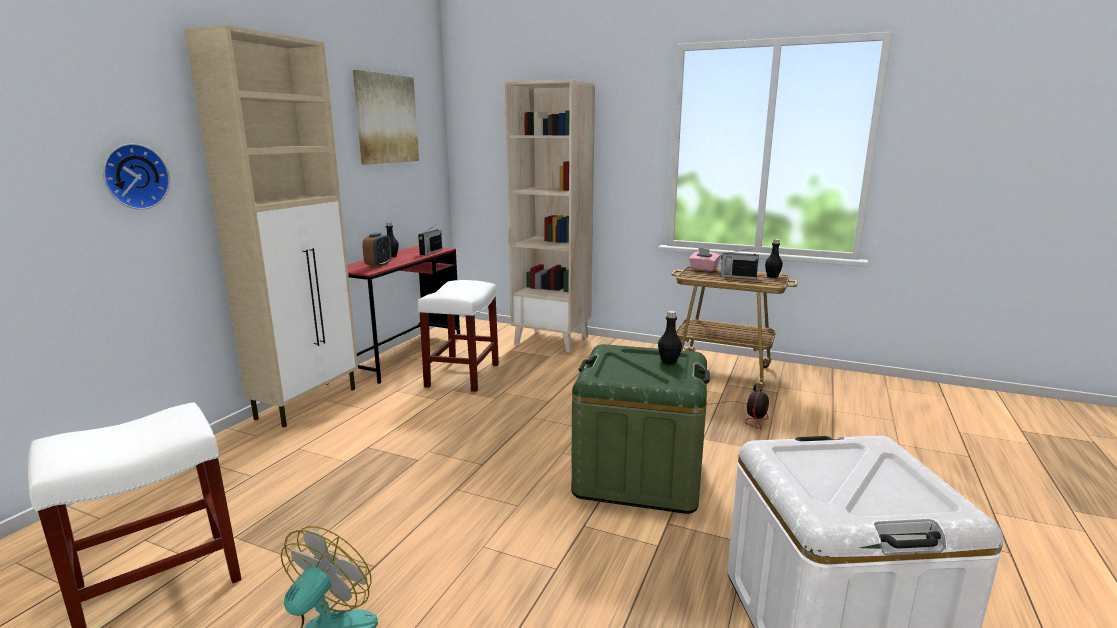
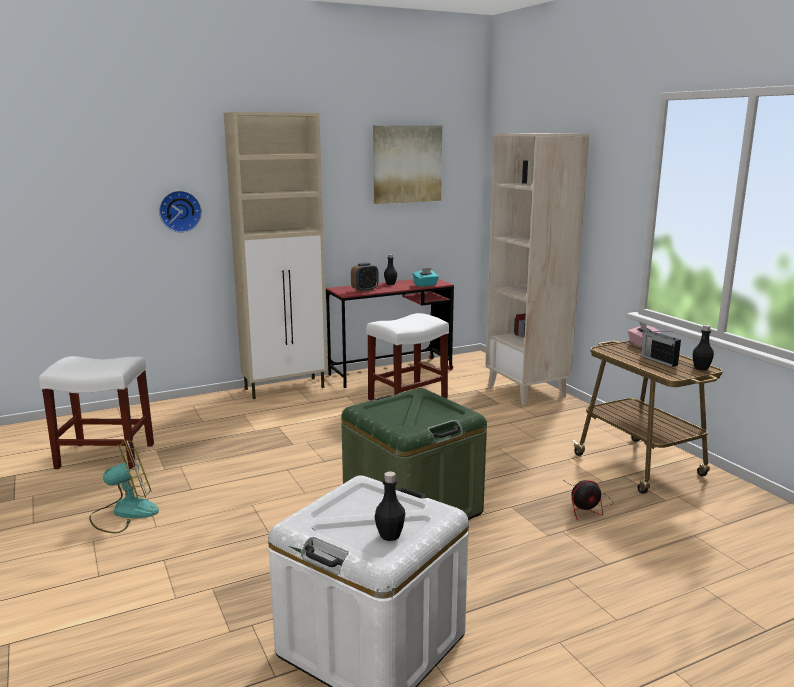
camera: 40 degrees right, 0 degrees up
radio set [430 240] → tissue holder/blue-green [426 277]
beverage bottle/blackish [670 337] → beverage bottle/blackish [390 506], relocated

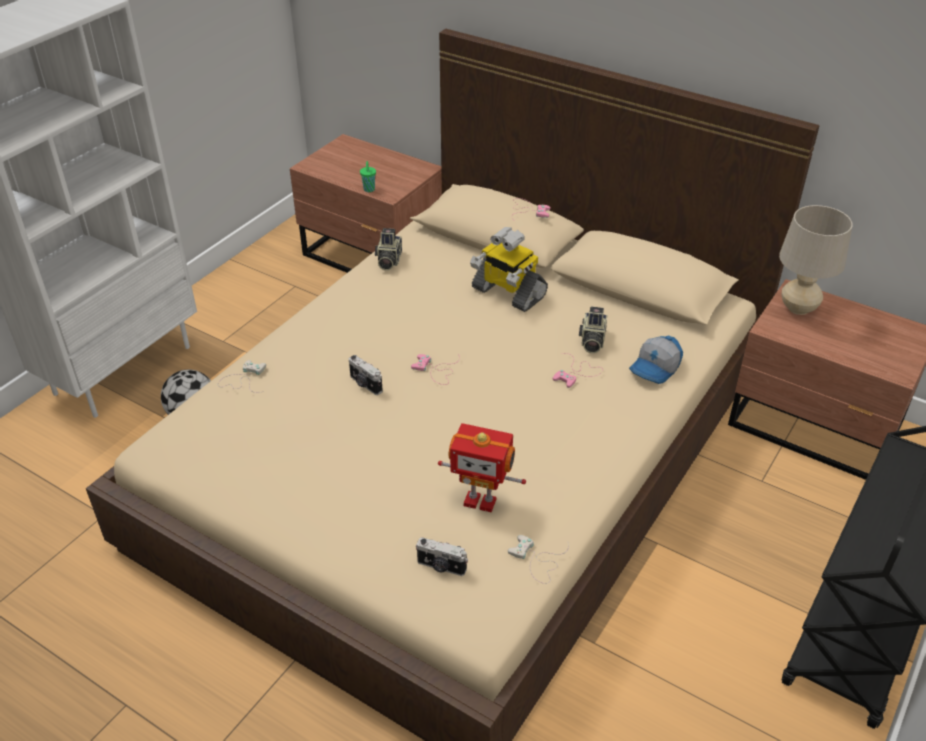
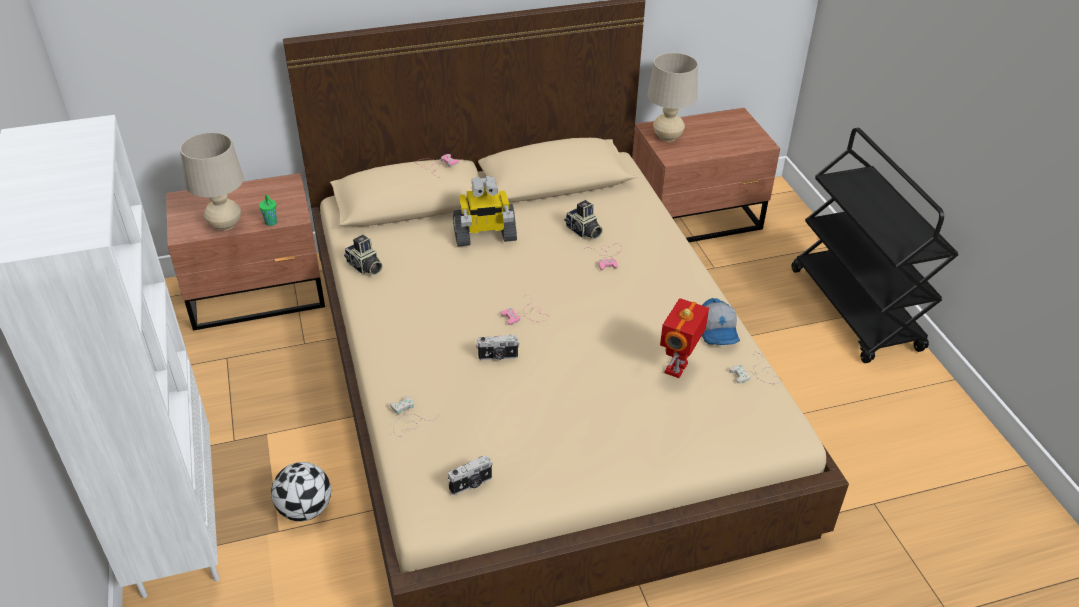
camera: 50 degrees left, 0 degrees up
peaked cap [656 360] → peaked cap [721 321], relocated
robot figure [482 468] → robot figure [684 338], 150 degrees clockwise
still camera [442 556] → still camera [469 475], relocated
- → table lamp/beige [212 181]

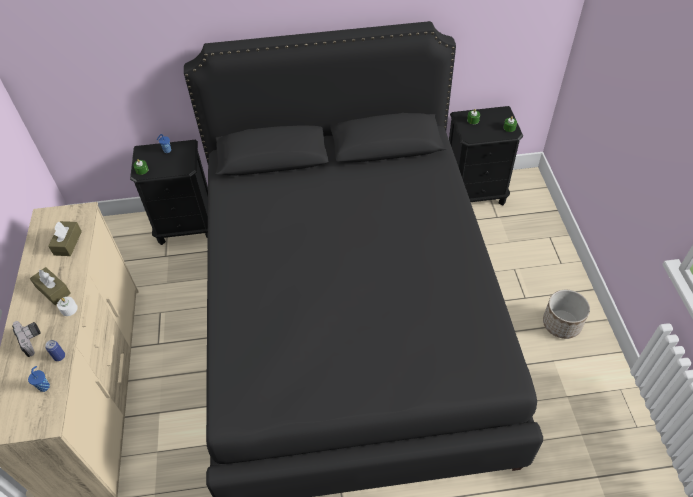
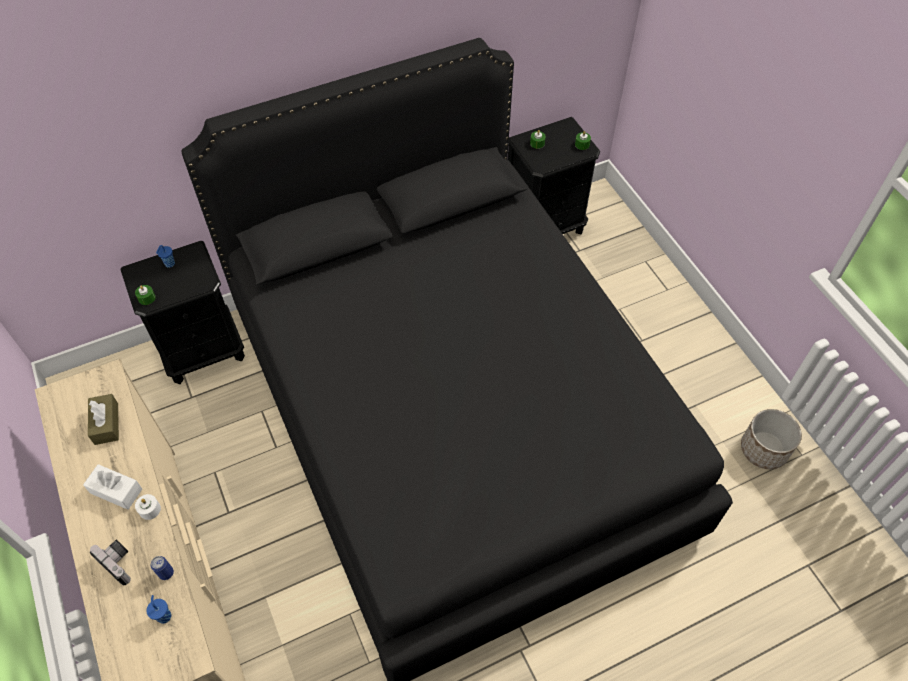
camera: 20 degrees left, 5 degrees up
tissue holder/brown [50 286] → tissue holder/whitish [112 487]
planter [566 314] → planter [771 439], relocated

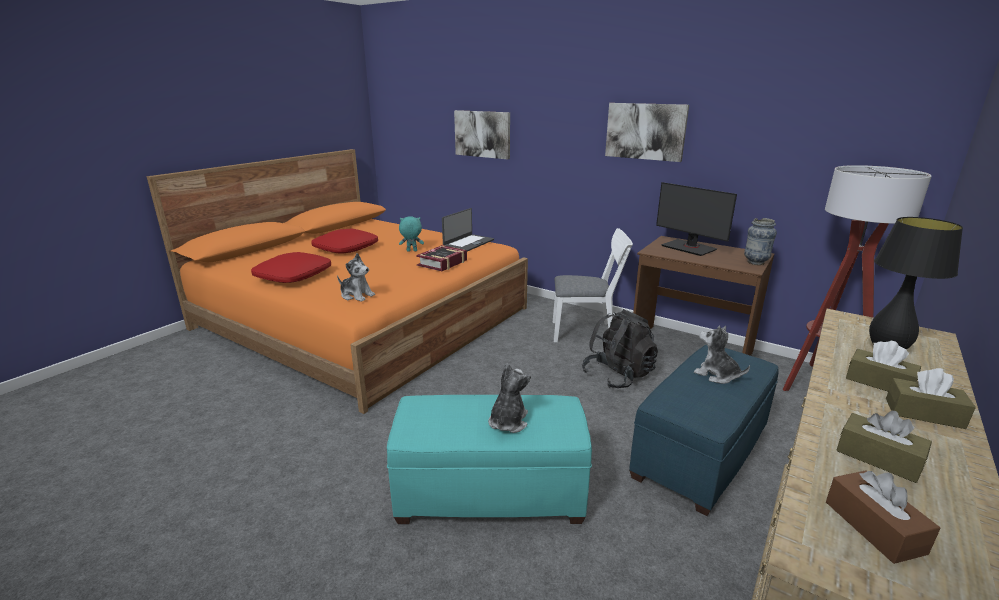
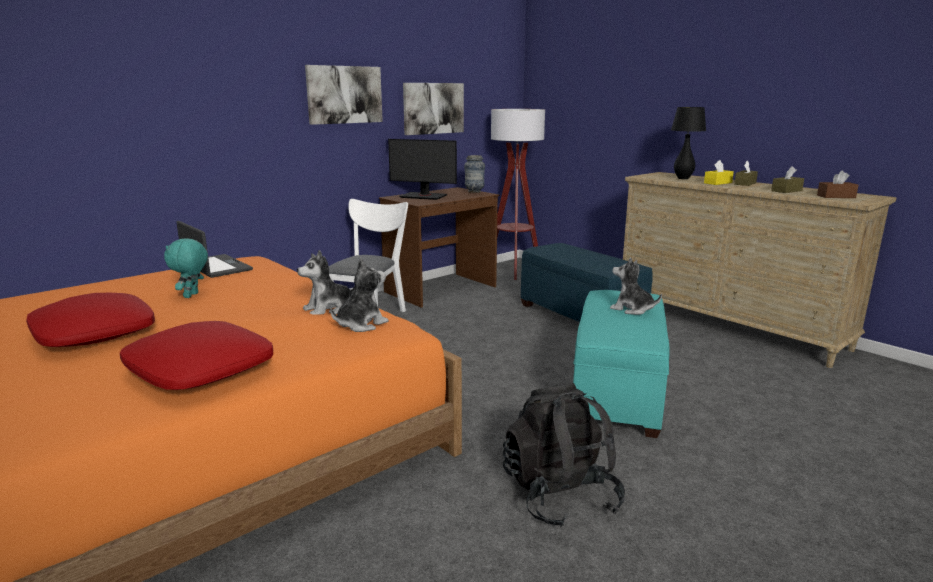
camera: 75 degrees left, 5 degrees down
wall picture [482 135] → wall picture [433 109], relocated
monitor [696 219] → monitor [422 169], 45 degrees clockwise
book [441 258] → -
backpack/blackish [620 348] → backpack/blackish [564 455], relocated
cuddly toy [722 355] → cuddly toy [326 282], relocated
tissue holder/brown [883 366] → tissue holder/yellowish [719 172]

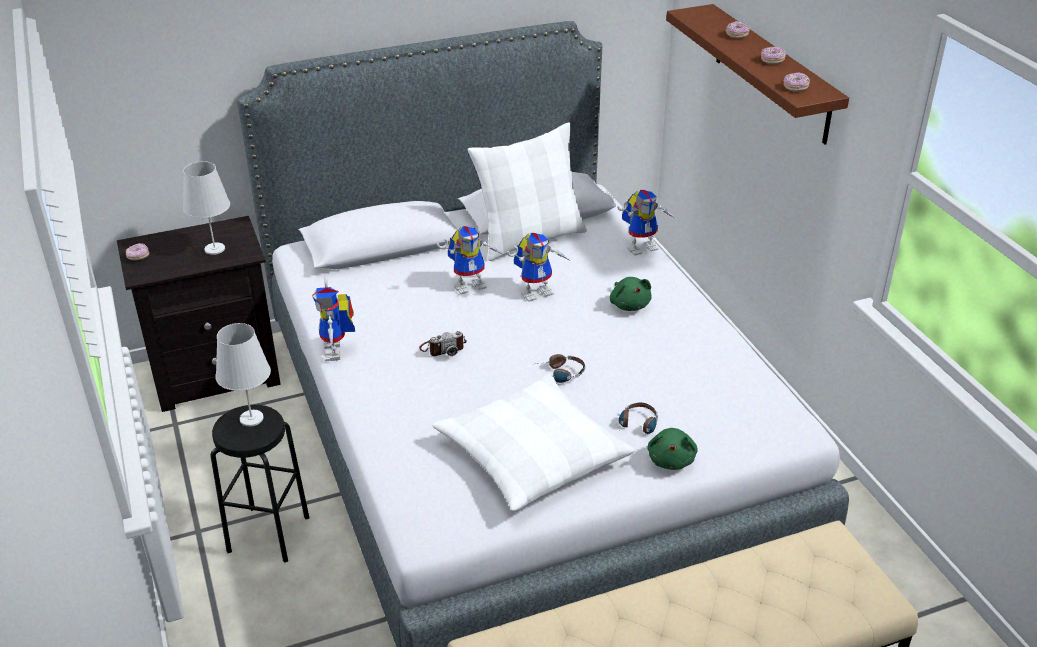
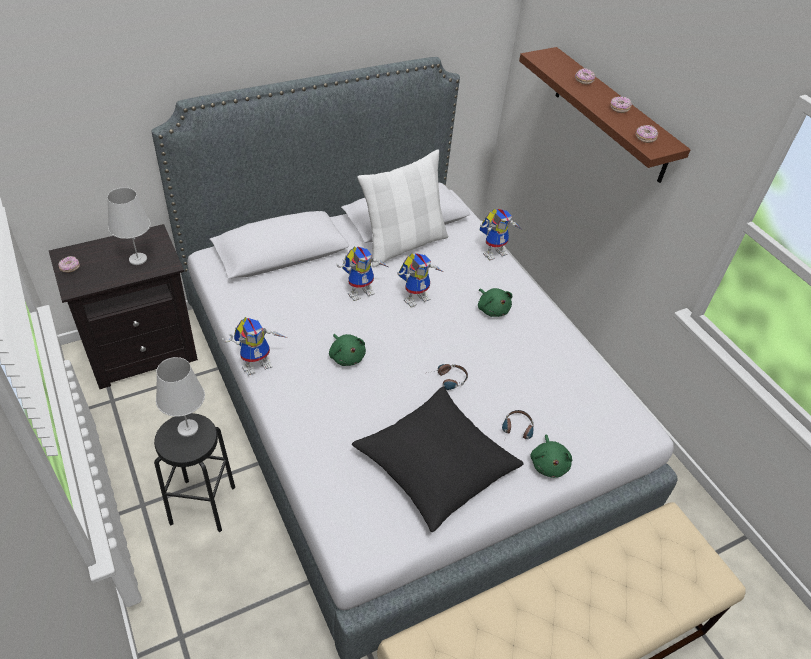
camera: 10 degrees left, 10 degrees up
robot figure [333 319] → robot figure [255 346], 105 degrees counterclockwise
still camera [443 343] → cuddly toy/green [347 350]
pillow/whitish [534 443] → pillow/blackish [438 459]

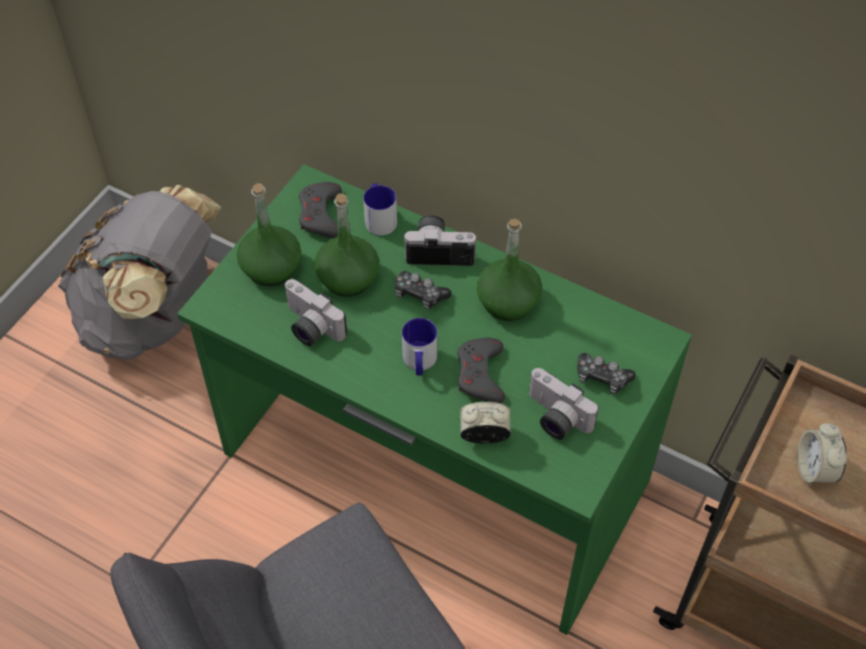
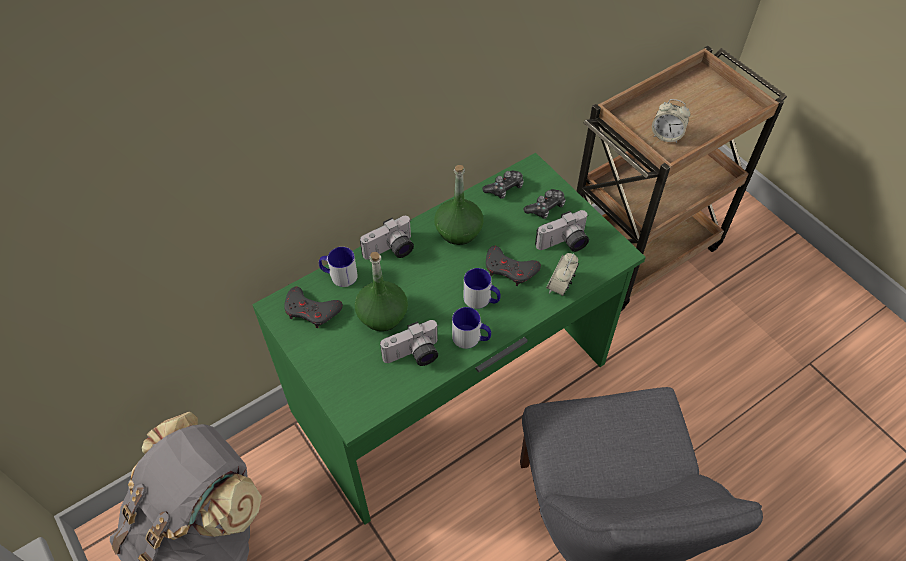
camera: 65 degrees left, 0 degrees up
beverage bottle/green [269 234] → -
still camera [439 240] → still camera [387 238], 150 degrees counterclockwise
joypad [423 290] → joypad [503 185], relocated
- → coffee mug [471 328]

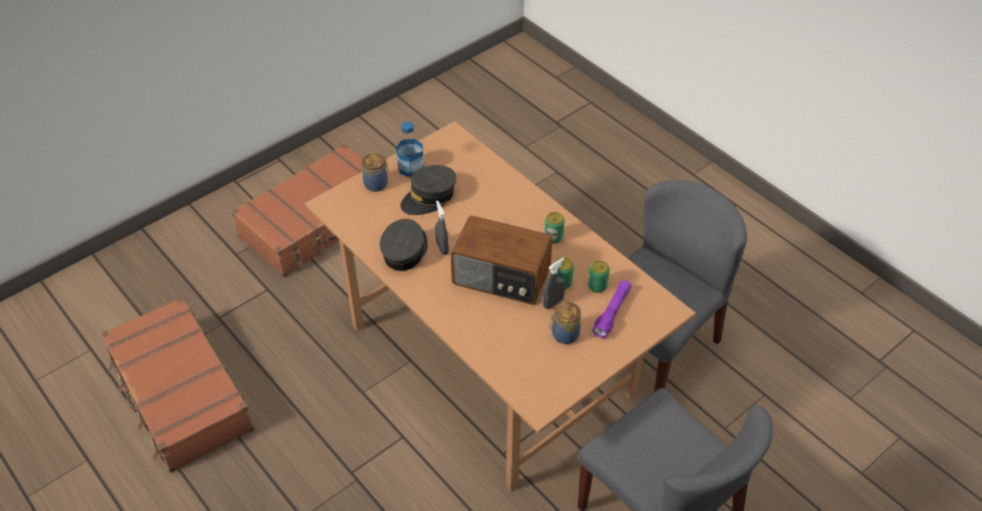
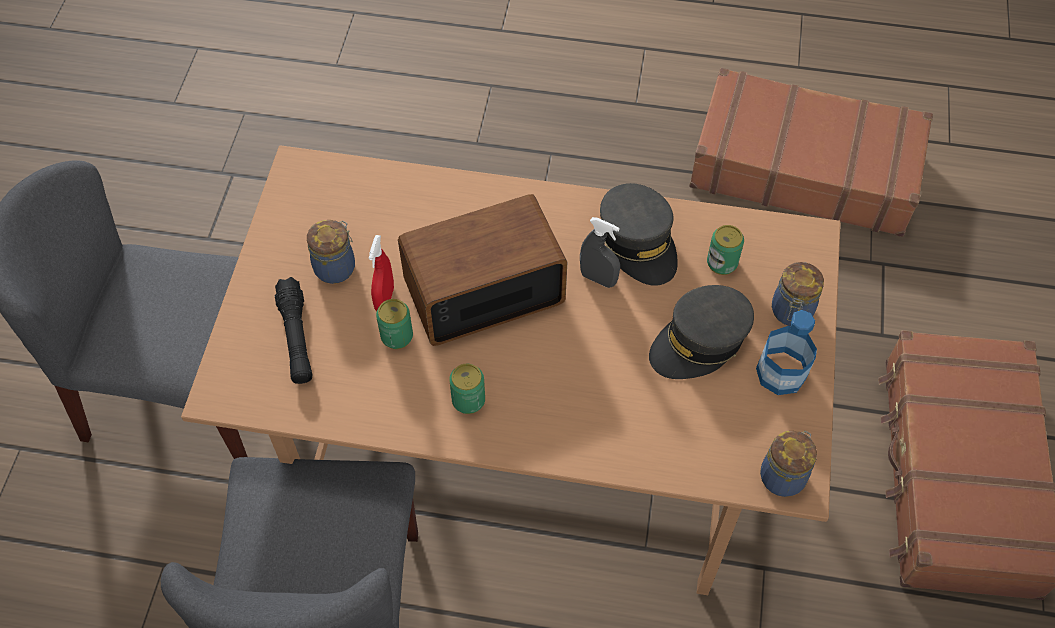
camera: 140 degrees right, 10 degrees up
peaked cap/grey [428 190] → peaked cap/grey [701 332], 135 degrees counterclockwise
spray bottle/grey [554 283] → spray bottle/reddish [381 273]
can [599 276] → can [725 250], relocated
flashlight/purplish [612 309] → flashlight/blackish [293 330]
- → jar [788 464]

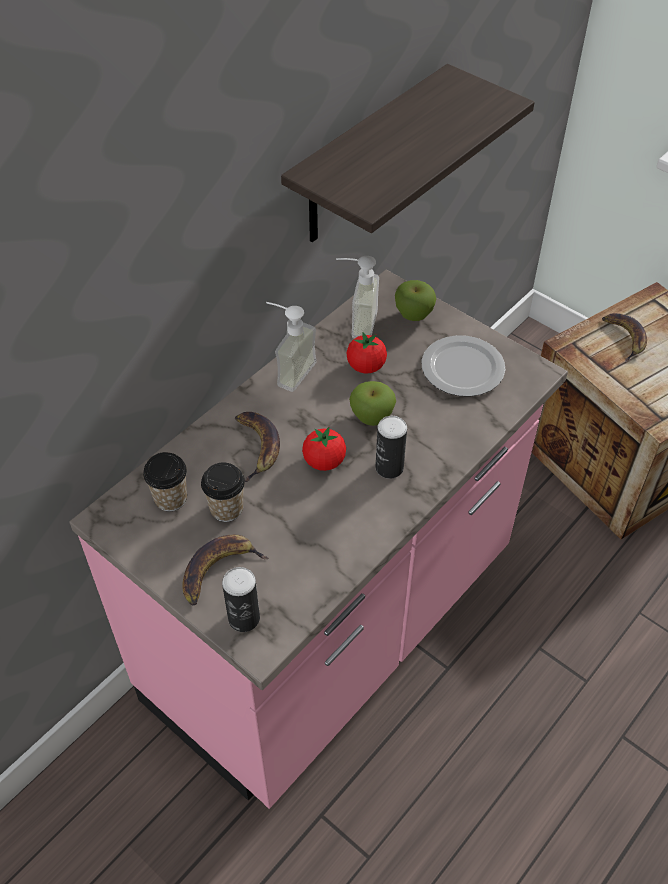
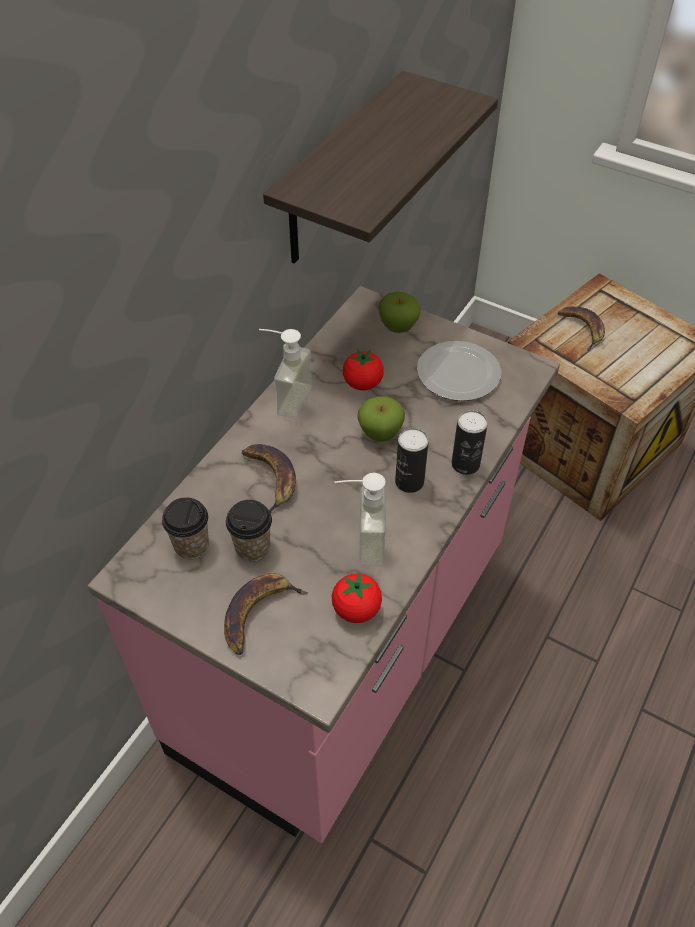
camera: 10 degrees left, 0 degrees up
soap bottle [357 297] → soap bottle [360 519], relocated
tomato [324 449] → tomato [357 598], relocated
can [241 599] → can [470 442], relocated

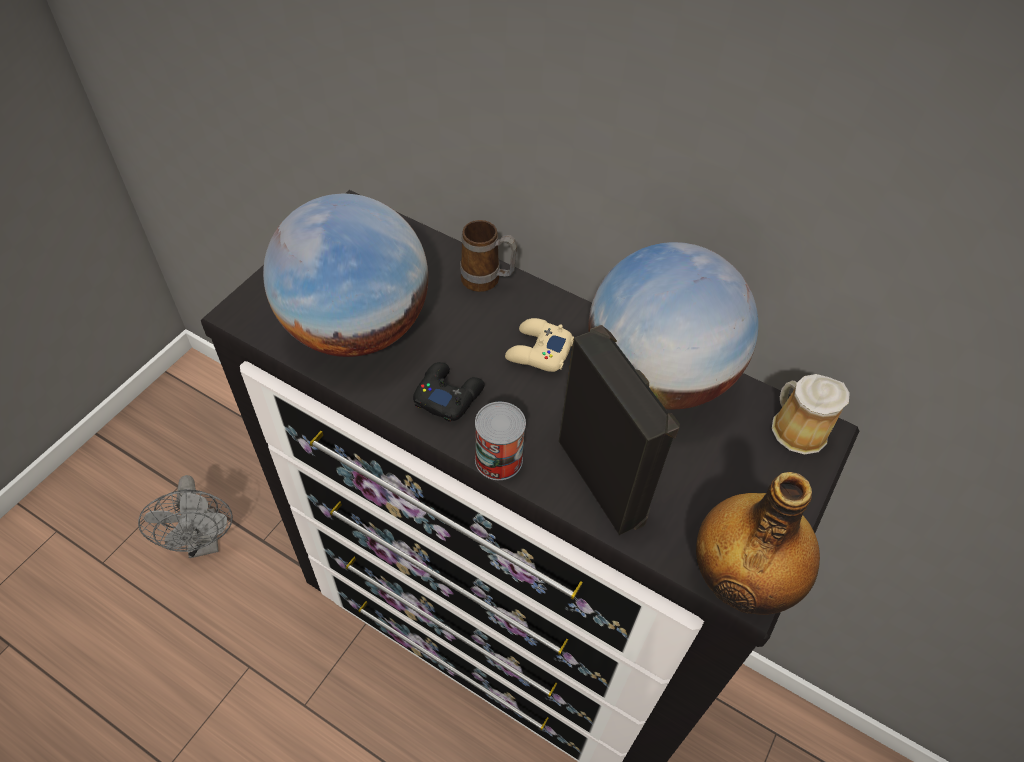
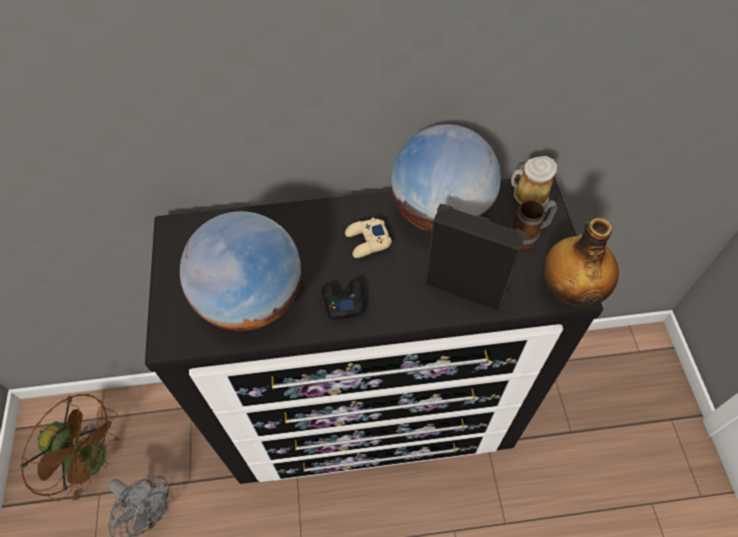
camera: 35 degrees left, 5 degrees up
coffee mug [488 256] → coffee mug [534 224], relocated
can [500 441] → -
- → fan/brown [69 448]

